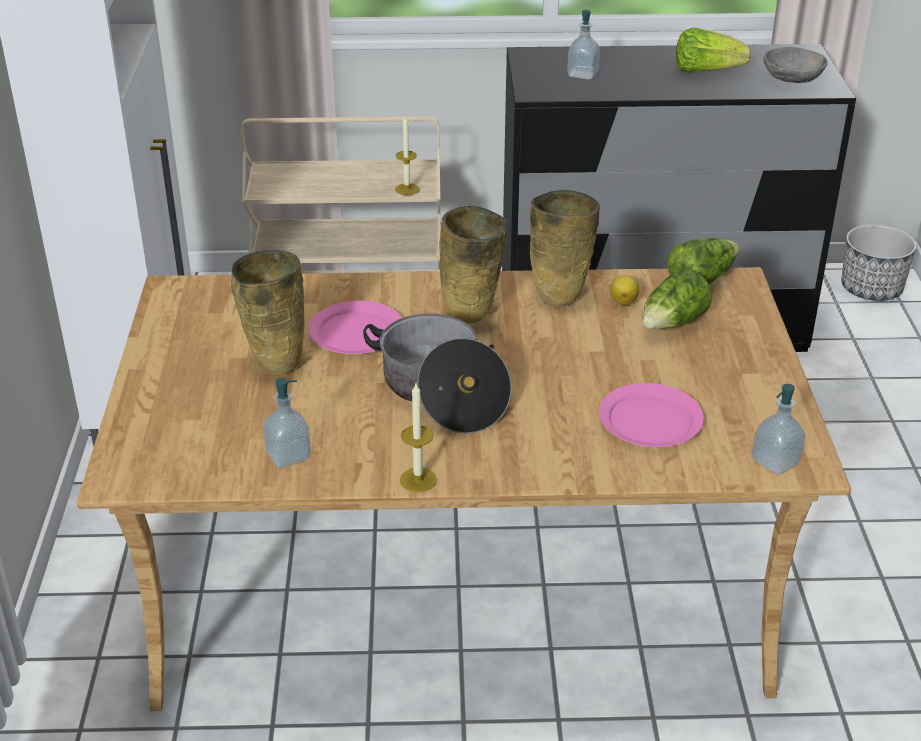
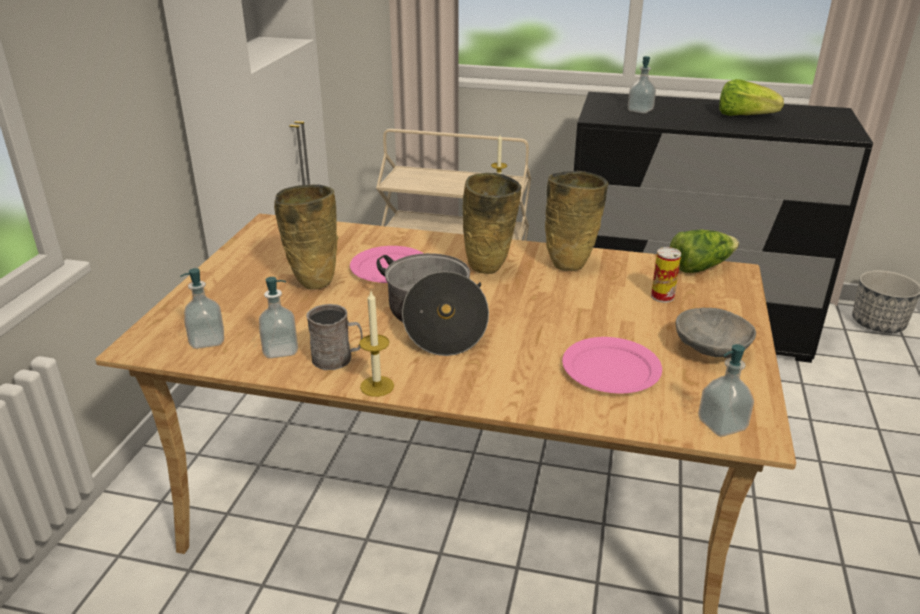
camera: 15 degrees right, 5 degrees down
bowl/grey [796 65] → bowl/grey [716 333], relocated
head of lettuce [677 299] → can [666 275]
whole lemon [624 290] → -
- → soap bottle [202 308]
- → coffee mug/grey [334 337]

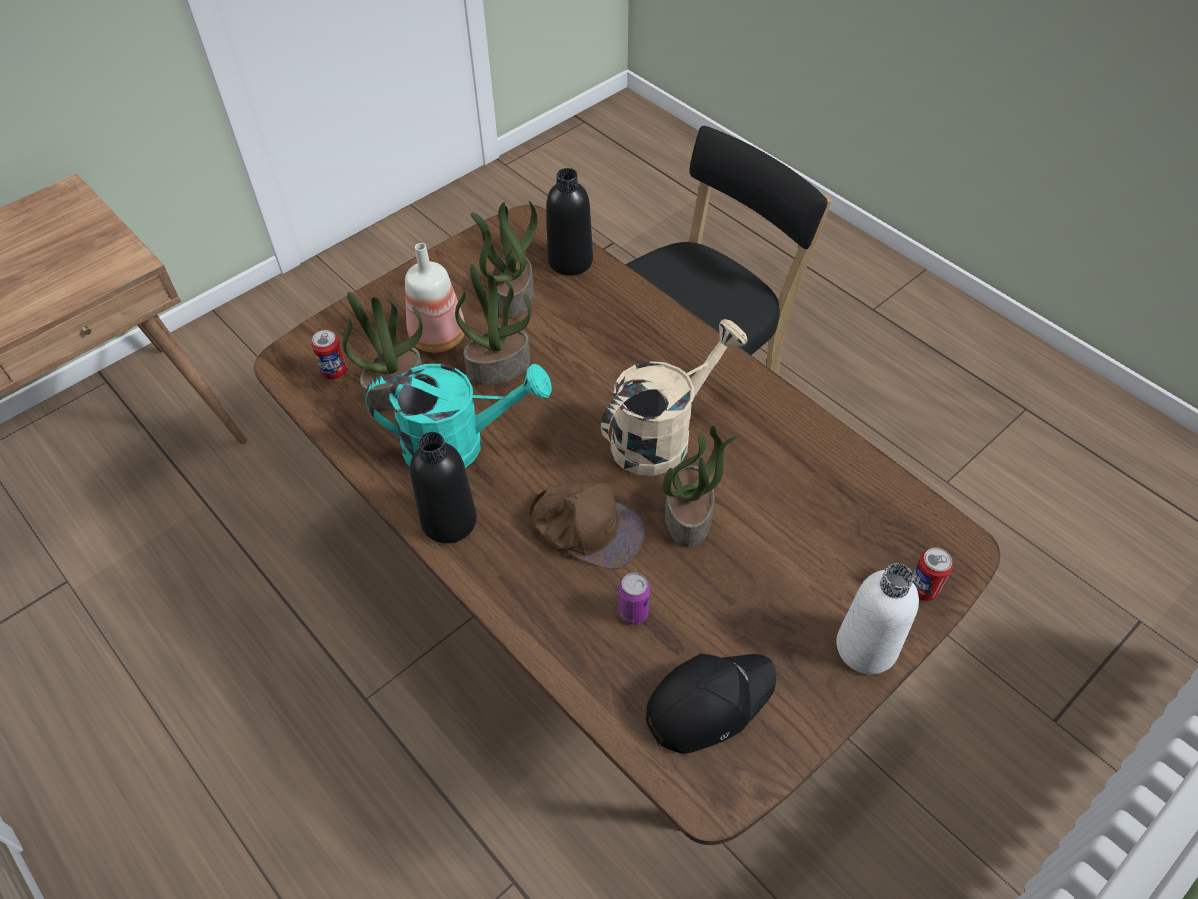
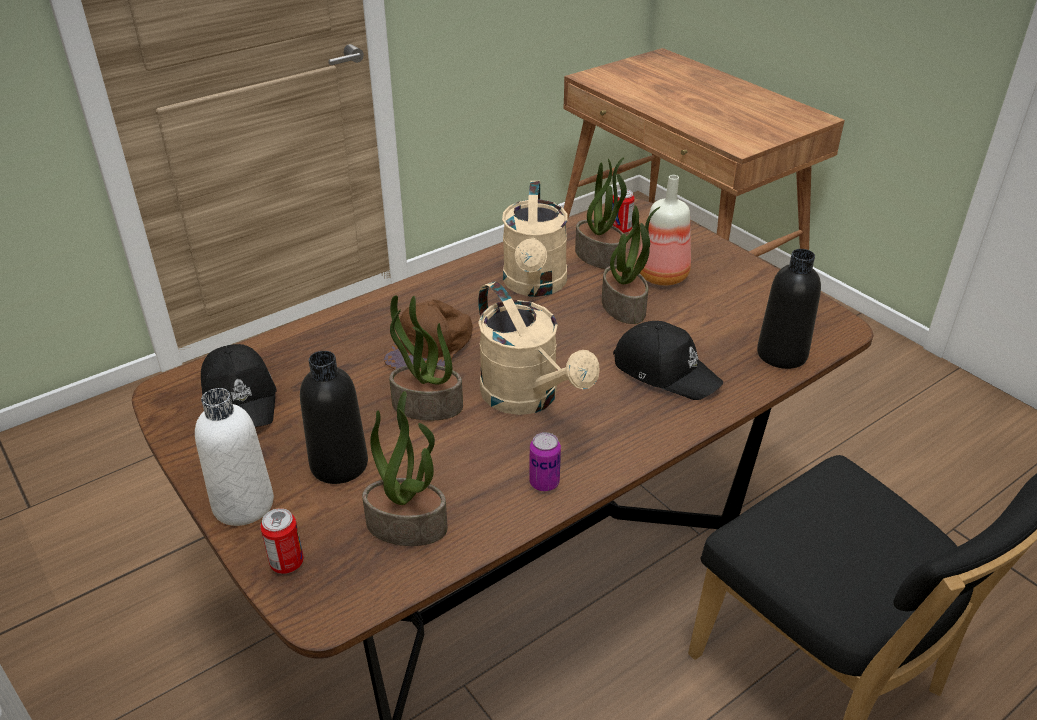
camera: 95 degrees right, 15 degrees down
potted plant [504 260] → potted plant [405 468], relocated
watering pot/blue-green [459 416] → watering pot/beige [535 239]
beverage bottle/blackish [443 488] → beverage bottle/blackish [334 417], relocated
can [634 599] → can [545 461], relocated
- → peaked cap/blackish [668 360]

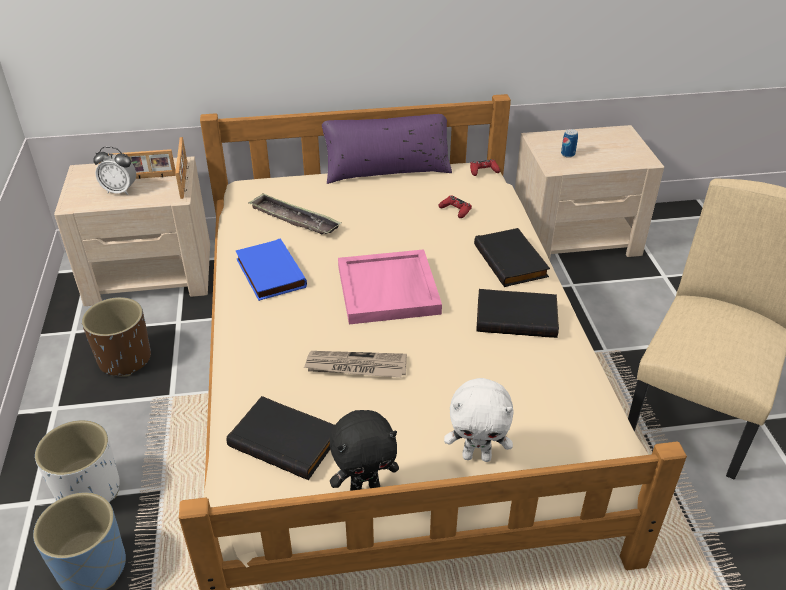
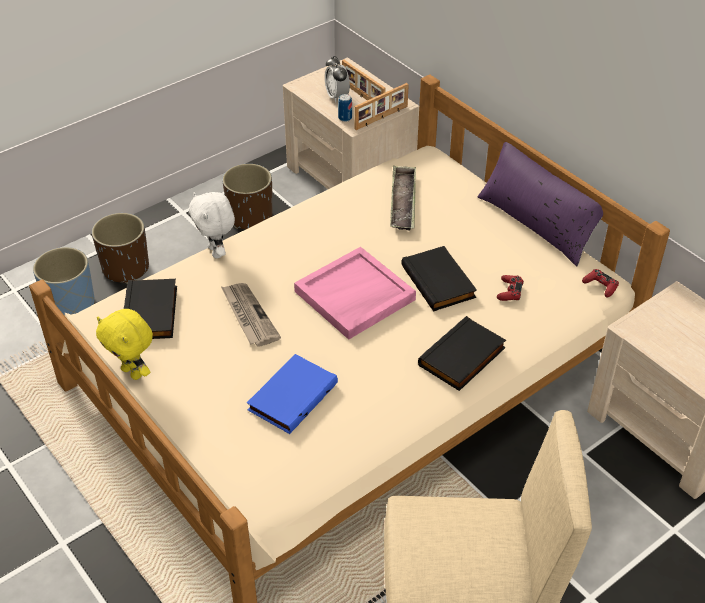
camera: 60 degrees right, 5 degrees up
can [569 143] → can [345 108], relocated
book/blue-coloured [271 270] → book/blue-coloured [292 394], relocated
book/blackish [517 313] → book/blackish [439 278], relocated
cuddly toy/whitish [479 420] → cuddly toy/whitish [212 225], relocated
cuddly toy/blackish [364 450] → cuddly toy/yellowish [124 344]
planter/whitish [77 461] → planter/brown [120 248]

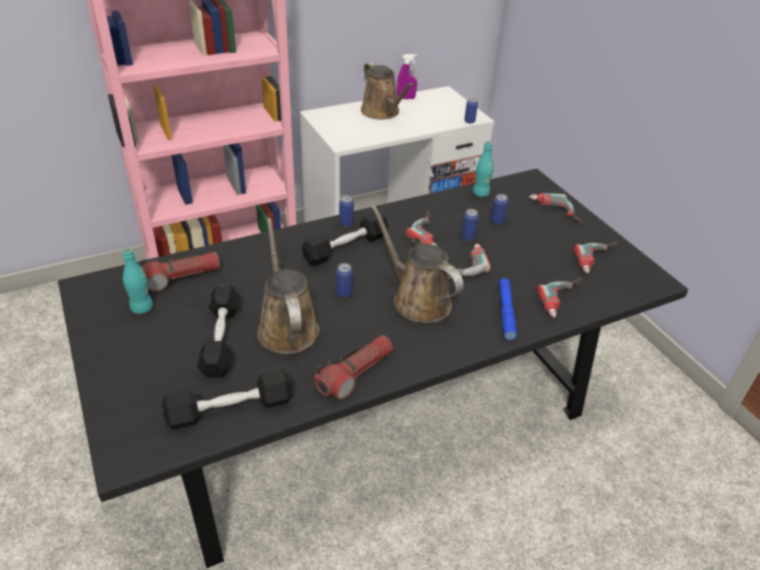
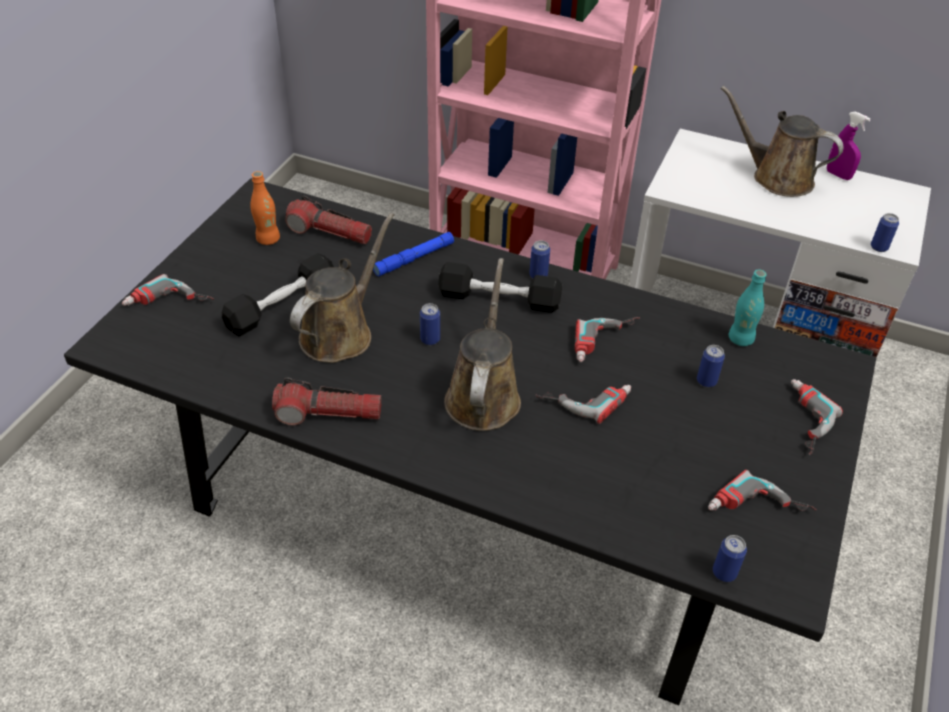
camera: 50 degrees right, 5 degrees up
watering pot/brown [387 91] → watering pot/brown [782 141], 105 degrees clockwise
can [470 224] → can [730 558], relocated
beverage bottle/blue-green [137 280] → beverage bottle/orangey [265 208]
flashlight/blue-coloured [508 309] → flashlight/blue-coloured [413 254], relocated
drill [560 298] → drill [168 290], relocated
hand weight/blackish [227 400] → -

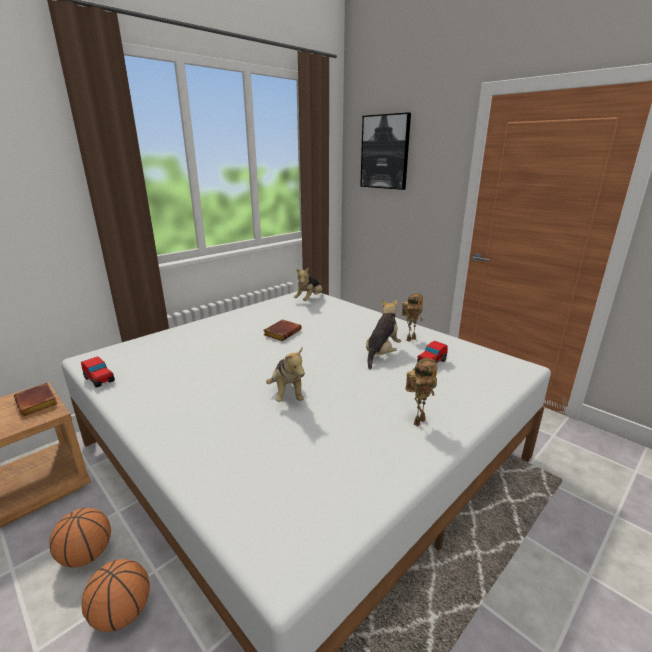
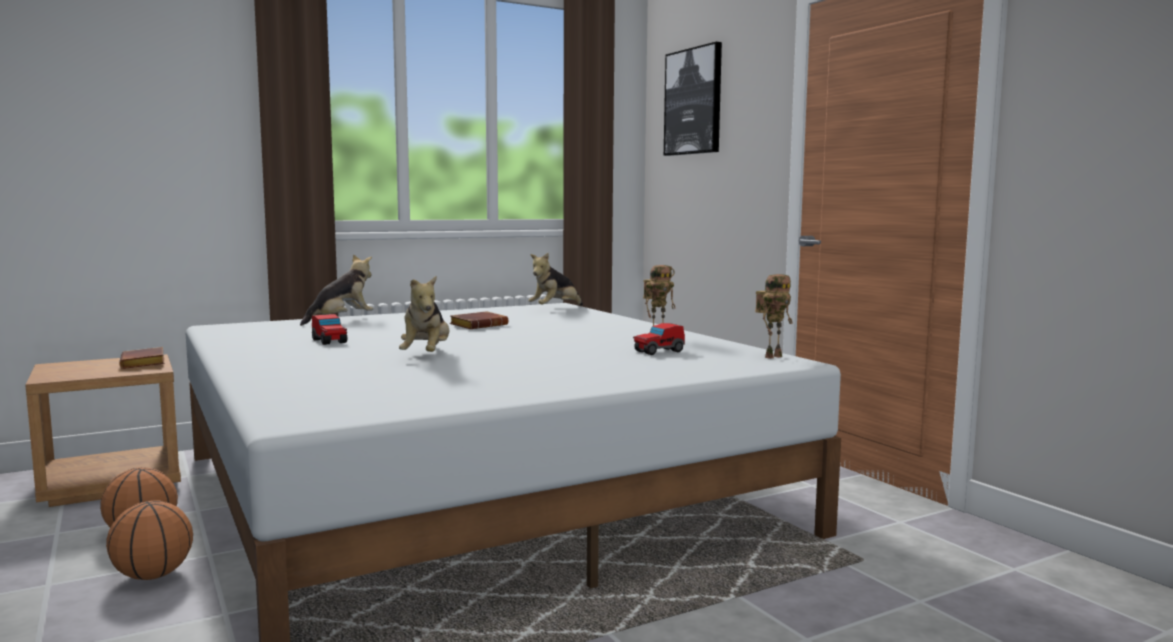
camera: 15 degrees right, 15 degrees down
cuddly toy [383 334] → cuddly toy [337 290], relocated
miniature car [98 372] → miniature car [329 329], relocated
robot figure [421 392] → robot figure [774 316], relocated

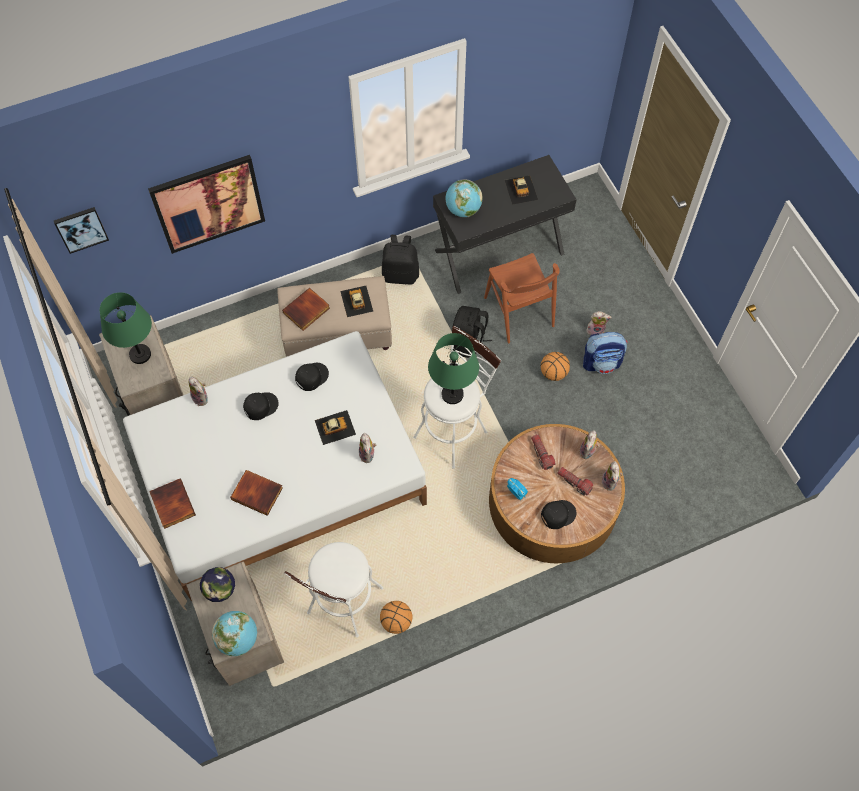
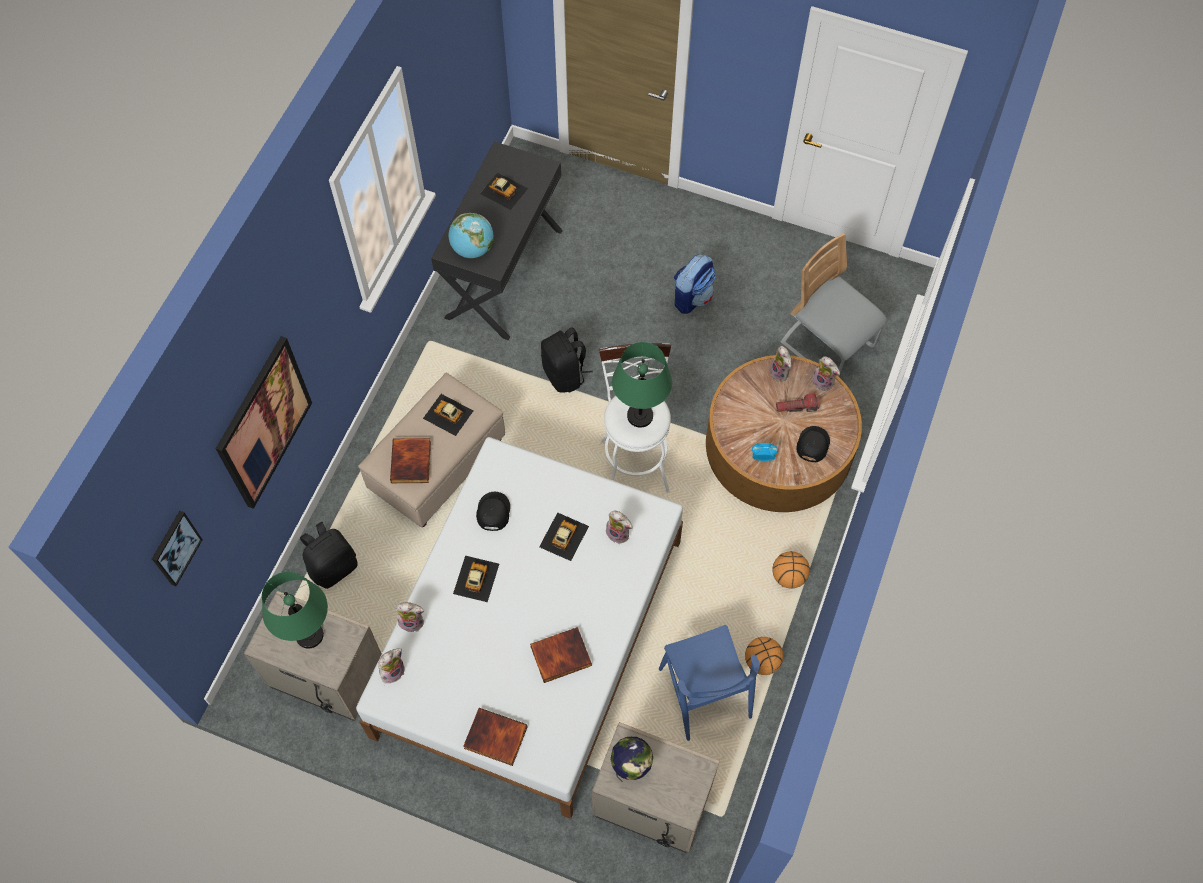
camera: 45 degrees left, 0 degrees up
backpack/blackish [400 259] → backpack/blackish [329 555], relocated
chair/brown [522 298] → -
cuddly toy [599 323] → cuddly toy [391 666], relocated
basketball [555 366] → basketball [791 570], relocated
peaked cap/blackish [261 406] → miniature car [476 579]
flashlight [543 452] → -
stool seat/whitish [333 590] → chair/blue-coloured [709 683]
world globe [234 633] → -
- → chair/grey [833 305]

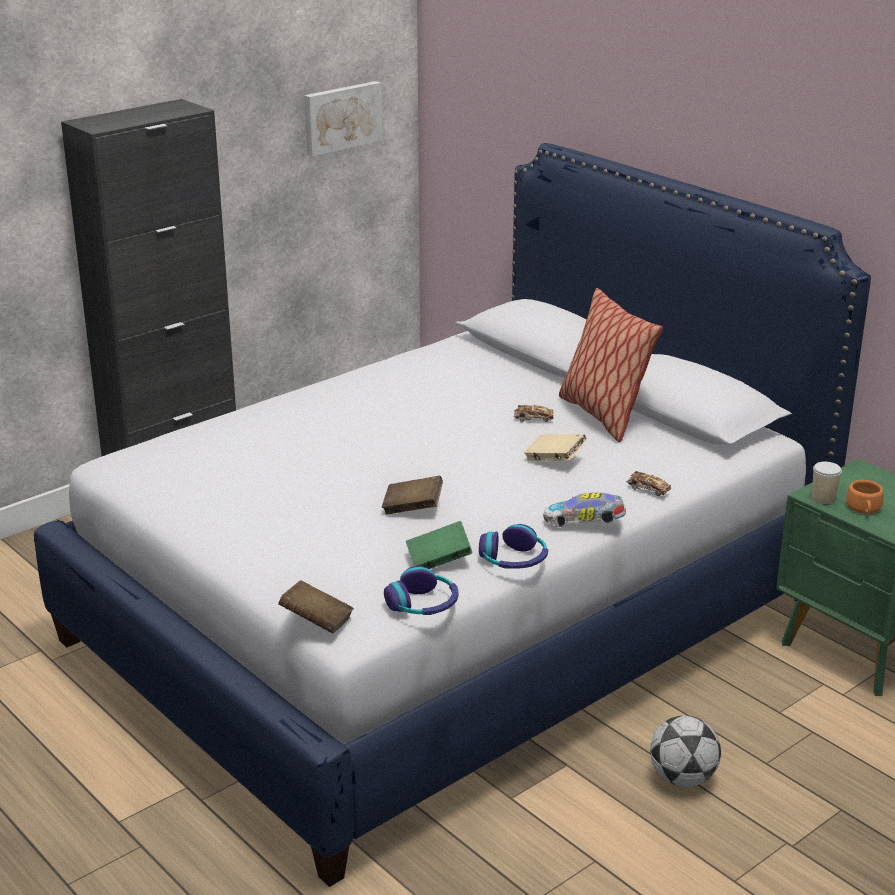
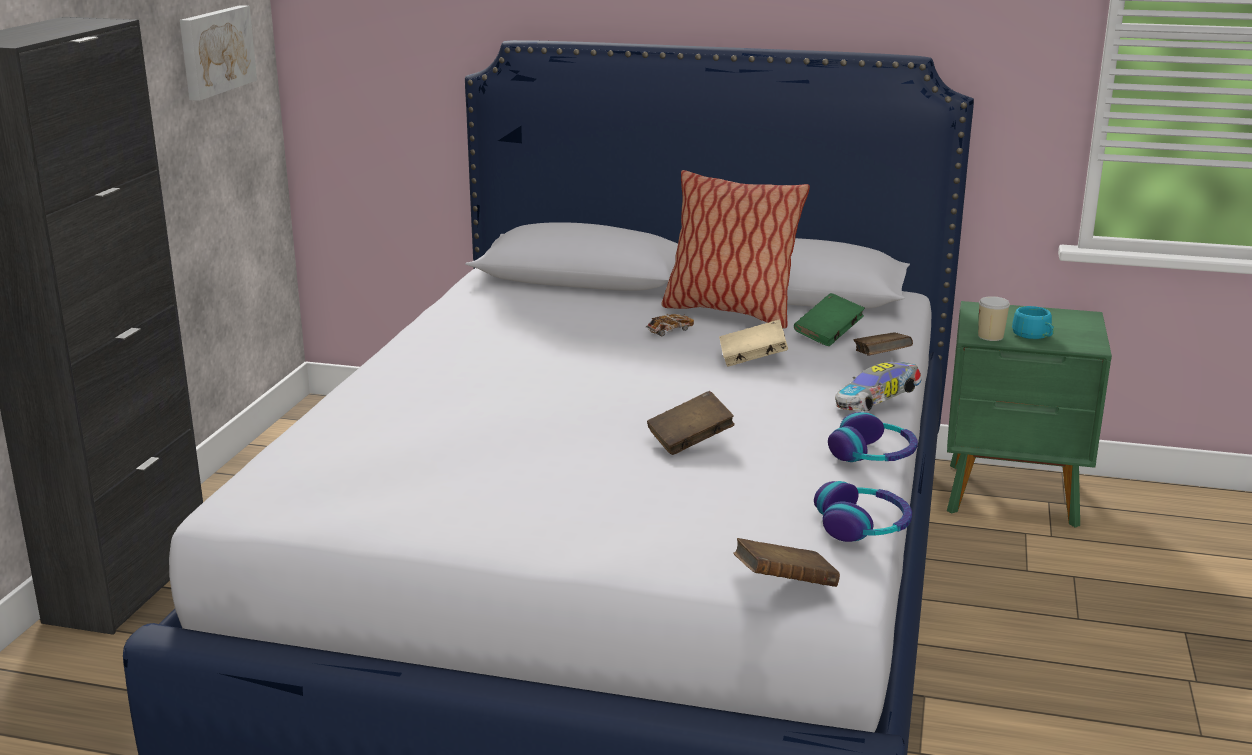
camera: 35 degrees left, 5 degrees down
miniature car [648 483] → book/brown [883 344]
cup/orangey [865 497] → cup/blue-green [1033 322]
book/green [439 545] → book/green [829 319], relocated
football ball [685 751] → -

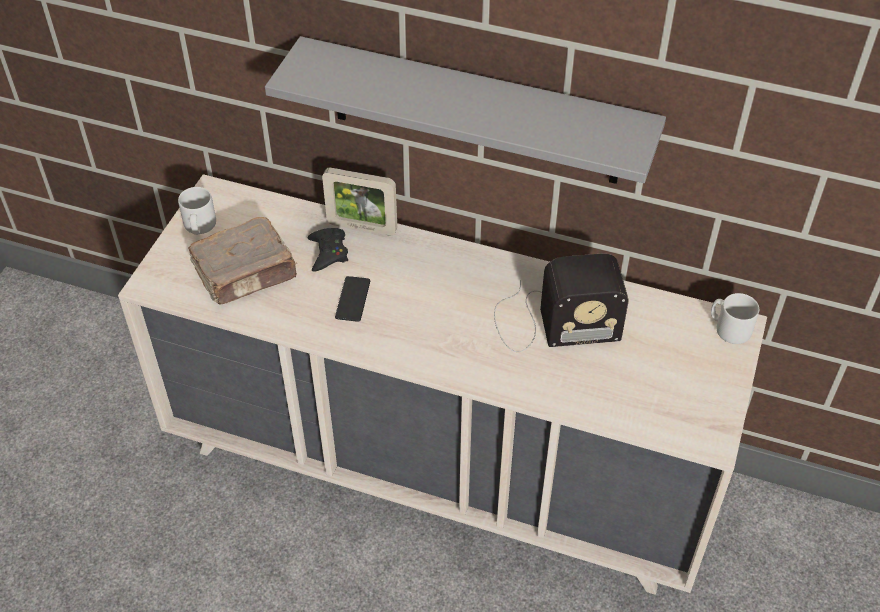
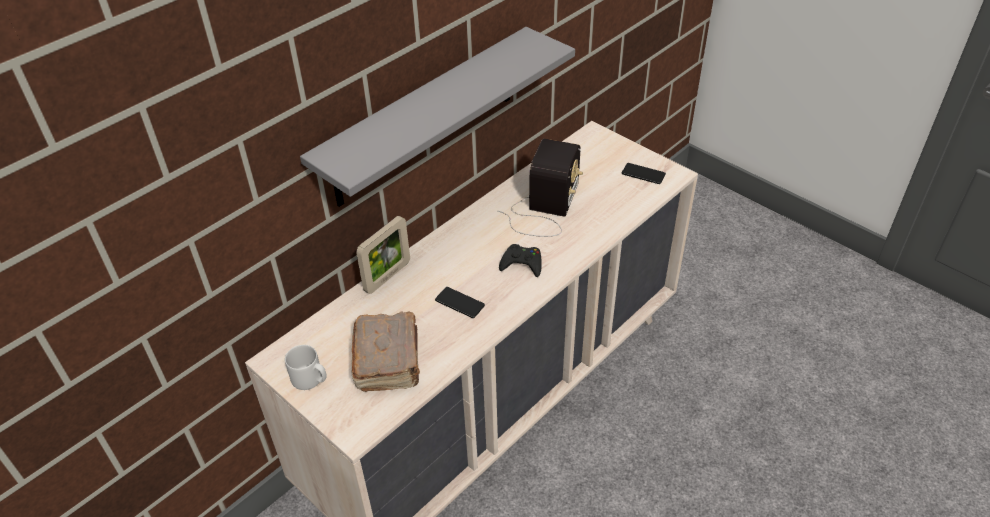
camera: 65 degrees left, 5 degrees down
joypad/blackish [327 250] → joypad/blackish [520 260], relocated
coffee mug/grey [735 318] → -
- → handset [644 173]

